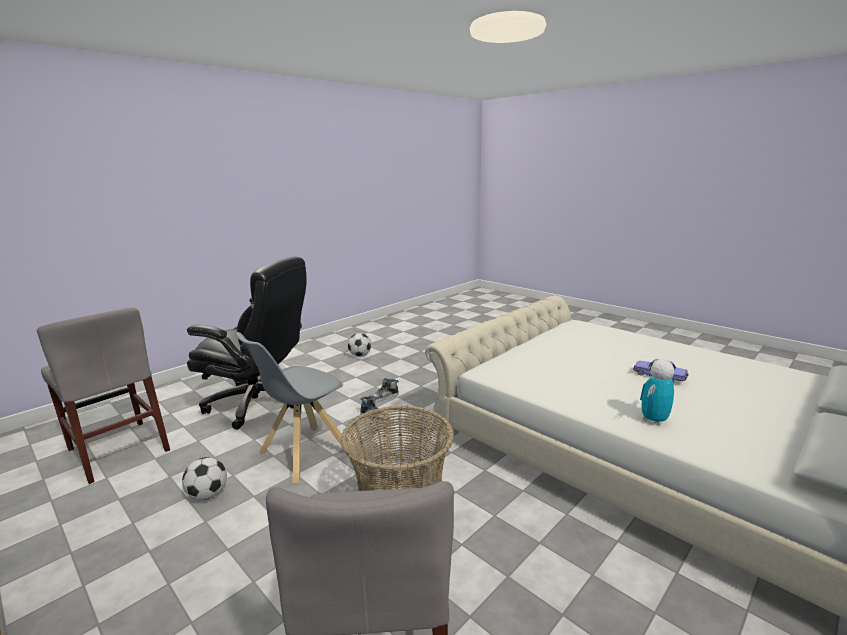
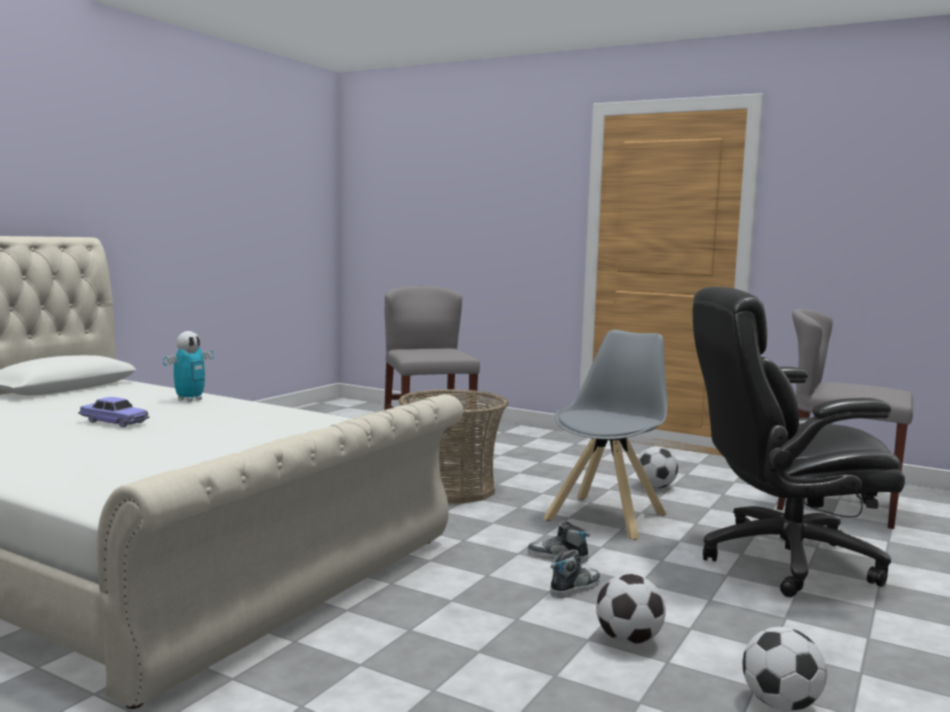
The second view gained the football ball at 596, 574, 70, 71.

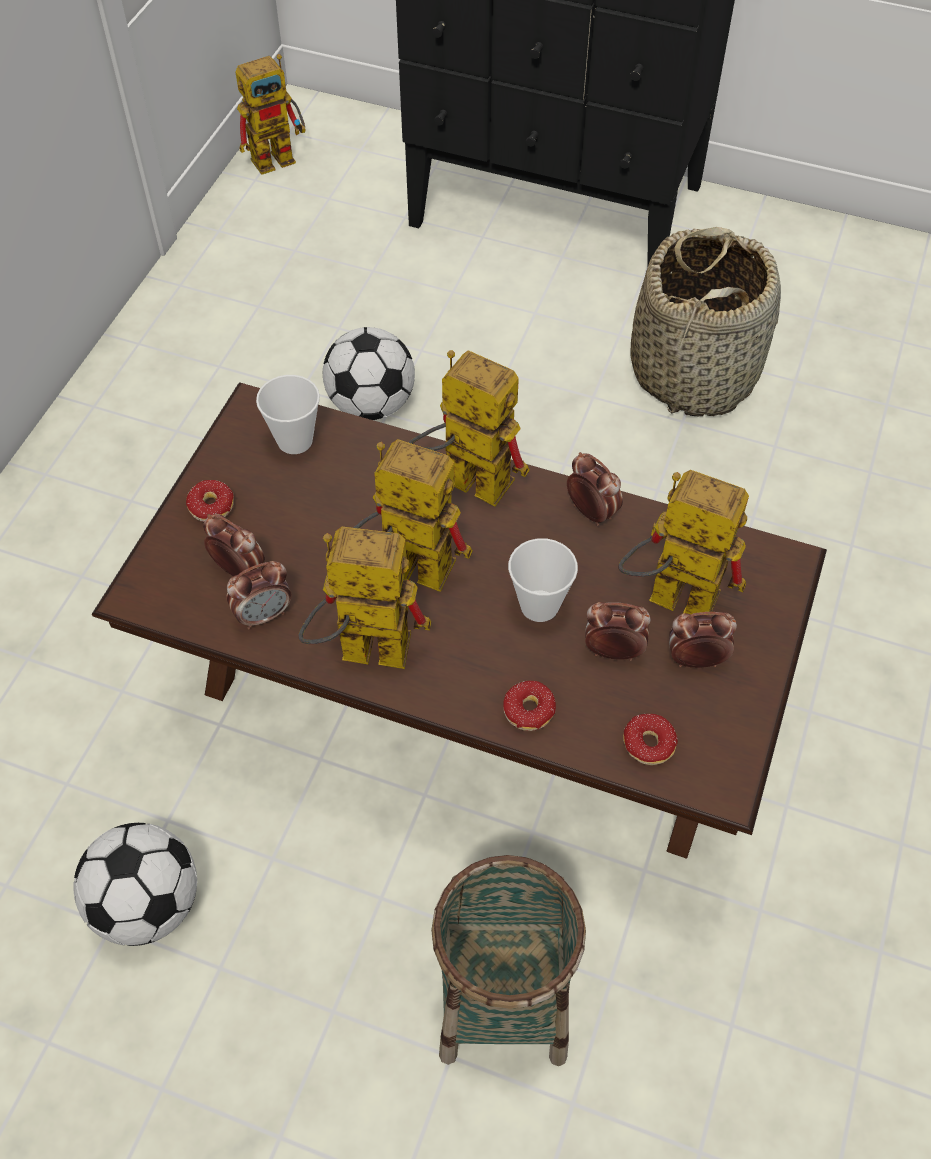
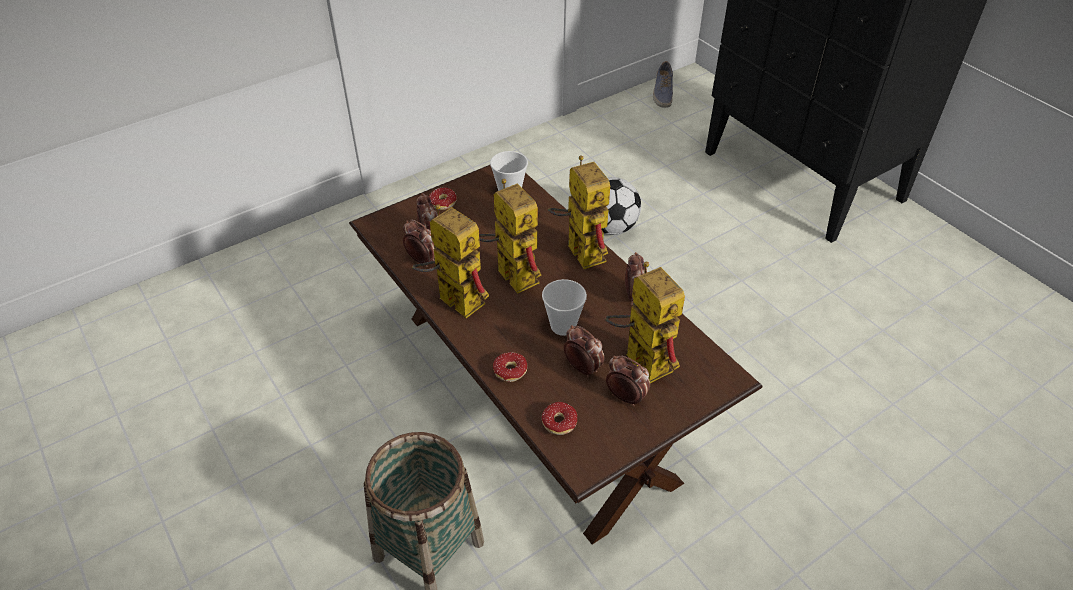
The alarm clock at 227, 561, 65, 68 ended up facing another way, 150 degrees counterclockwise from before.
Where the robot figure stood at 235, 54, 70, 121, the low shoe came to stand at 653, 61, 20, 47.
The second view lost the football ball at 73, 823, 124, 123.
The second view lost the basket at 631, 227, 150, 190.

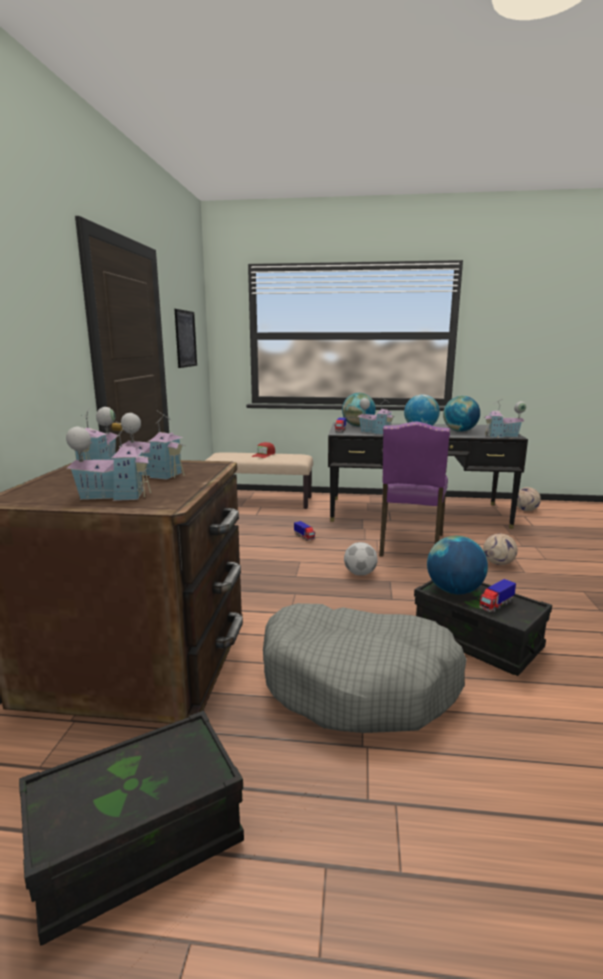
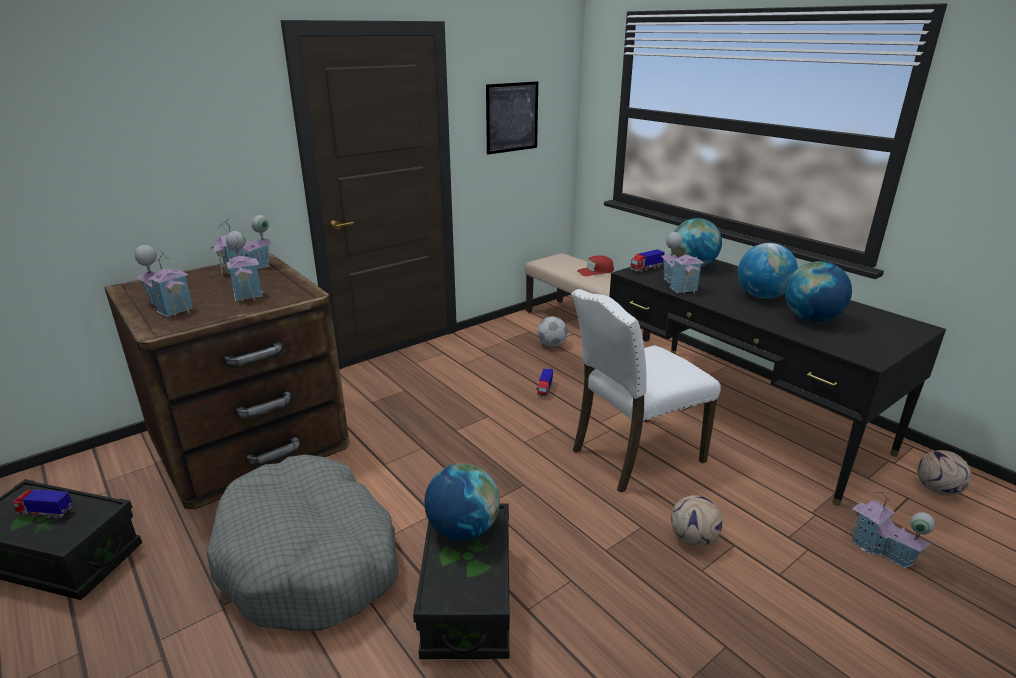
The toy lorry ended up elsewhere, having gone from 480, 579, 36, 34 to 13, 489, 60, 30.
The football ball ended up elsewhere, having gone from 344, 542, 34, 34 to 537, 316, 31, 31.
What was the purplish upright chair at 379, 422, 71, 135 turned into the whitish upright chair at 571, 289, 150, 204.
The miniature house ended up elsewhere, having gone from 484, 399, 42, 39 to 848, 489, 87, 80.

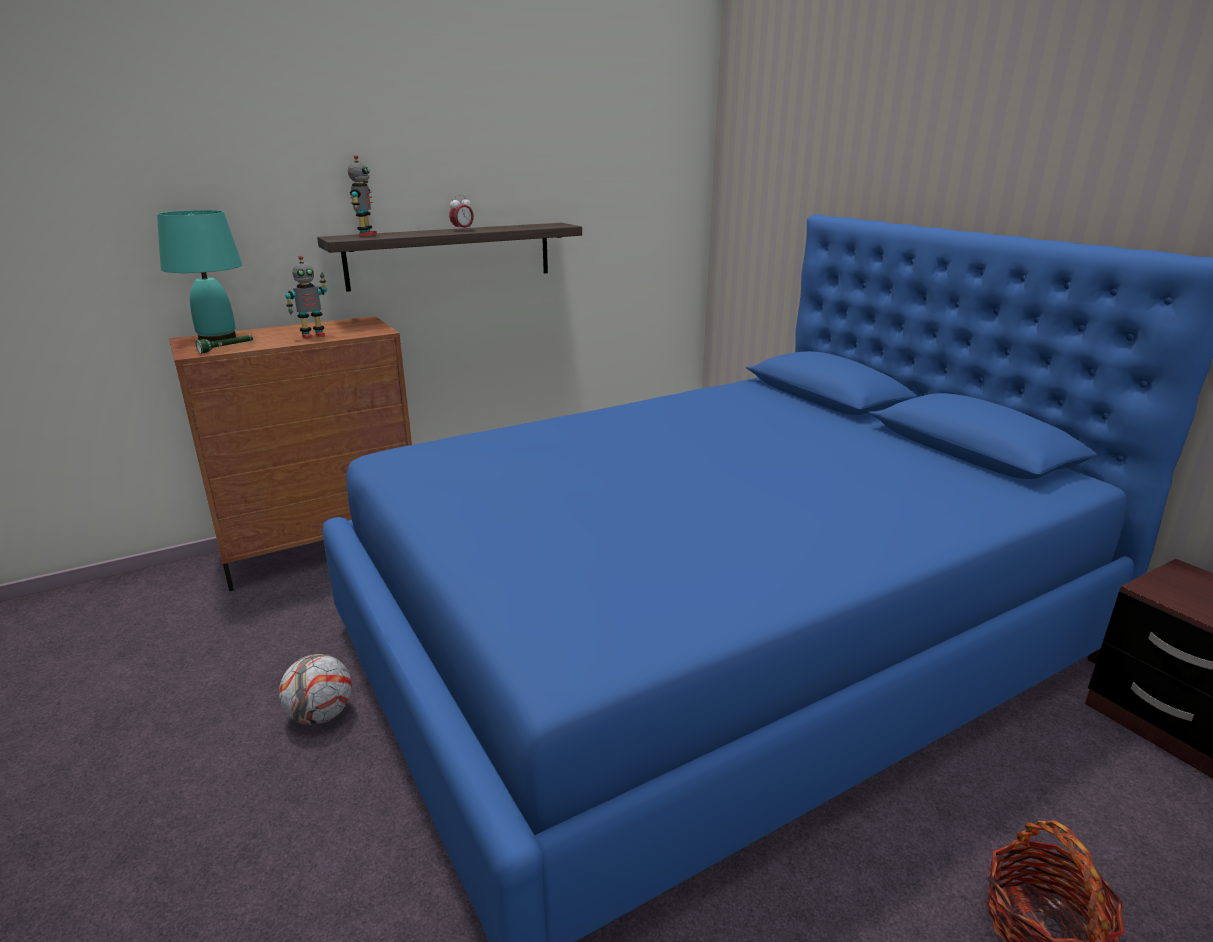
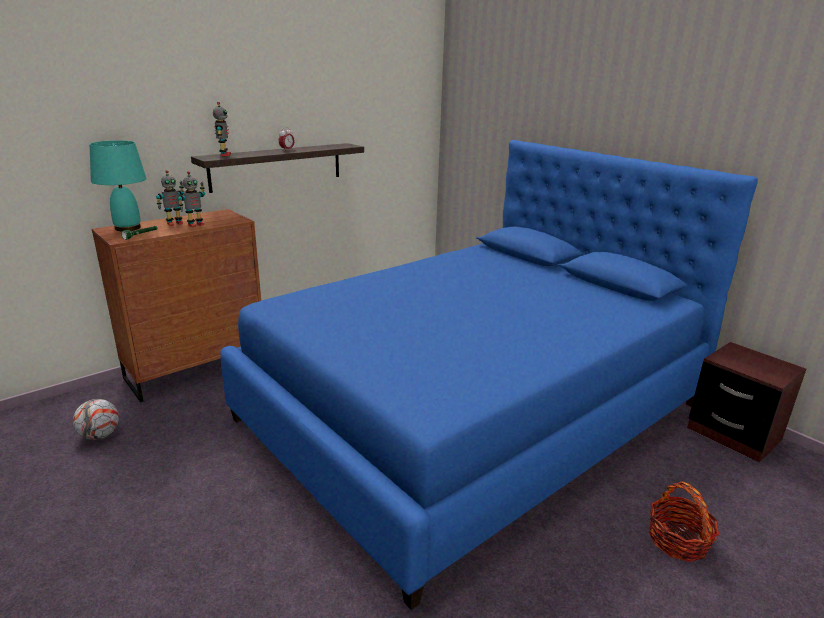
The football ball ended up elsewhere, having gone from 279, 654, 73, 71 to 73, 399, 46, 41.
The second view gained the robot figure at 156, 170, 28, 56.

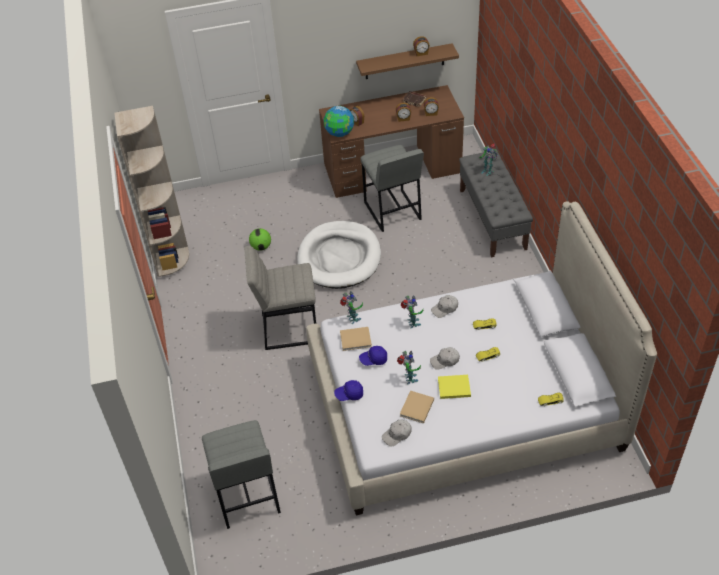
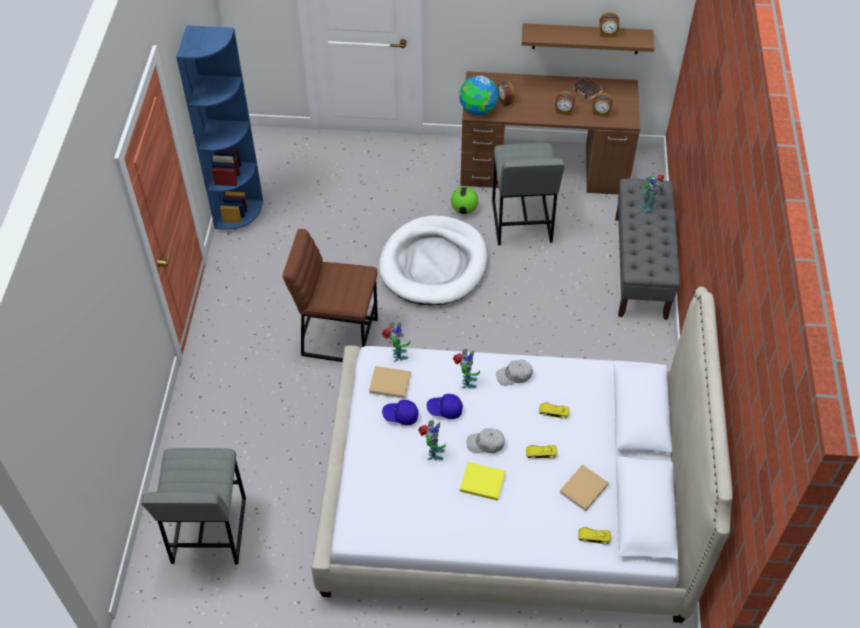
What was the beige-coloured bookcase at 114, 106, 75, 171 turned into the blue bookcase at 176, 25, 87, 205.
What was the greyish upright chair at 244, 246, 72, 104 turned into the brownish upright chair at 283, 229, 95, 133.
The blue baseball cap ended up elsewhere, having gone from 334, 380, 29, 21 to 427, 394, 36, 25.
The football ball ended up elsewhere, having gone from 249, 228, 22, 23 to 451, 187, 27, 27.
The beige-coloured book ended up elsewhere, having gone from 400, 390, 34, 34 to 559, 464, 50, 48.
The second view lost the whitish baseball cap at 382, 419, 30, 28.

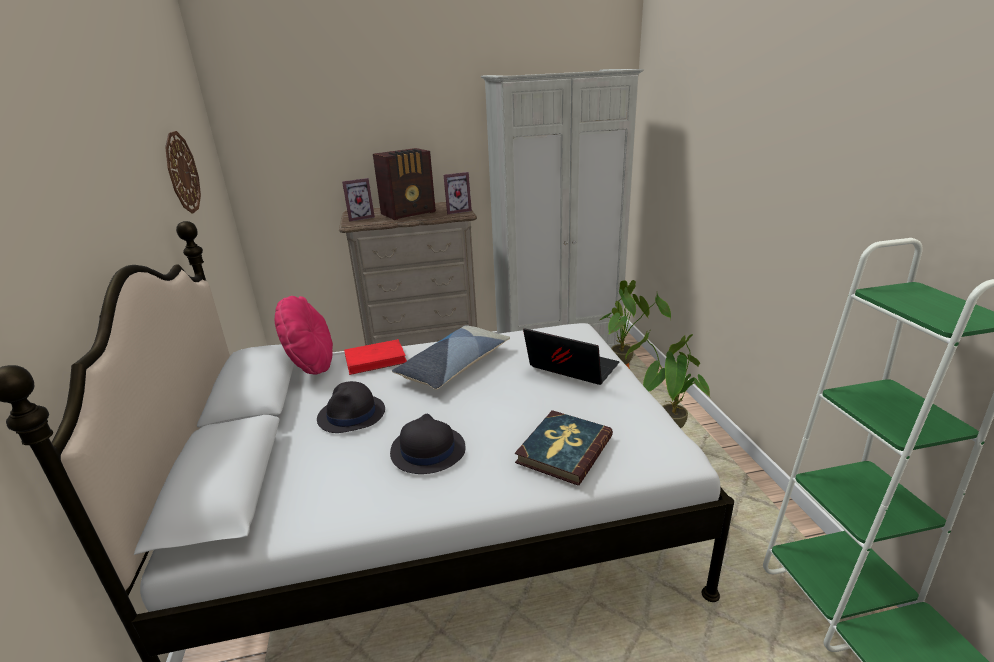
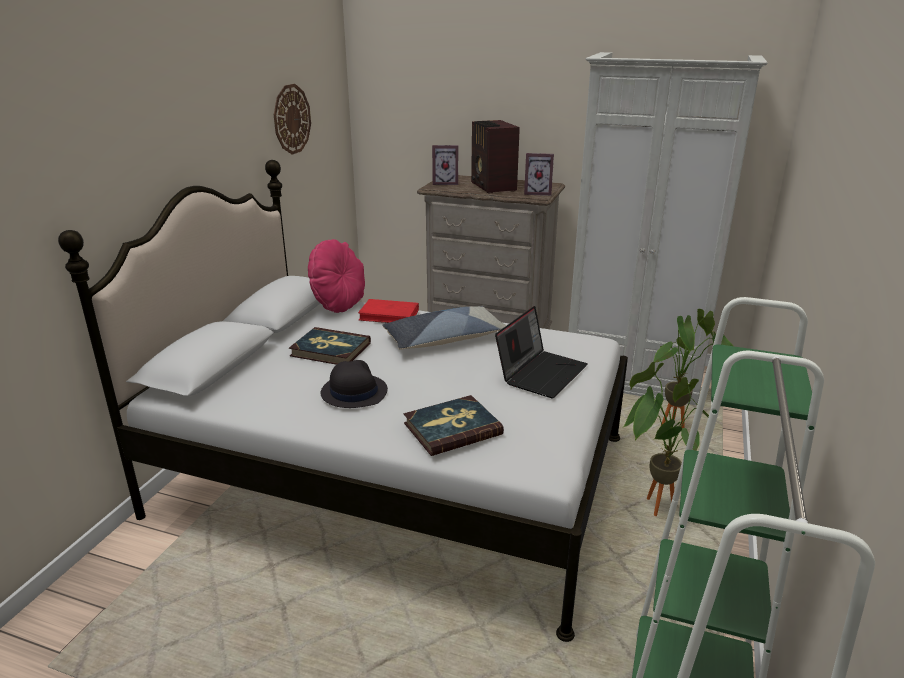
Where the black clothing hat stood at 317, 381, 68, 52, the book came to stand at 289, 327, 82, 38.
The radio at 373, 148, 63, 72 ended up facing another way, 75 degrees clockwise from before.
The laptop at 523, 328, 96, 57 ended up facing another way, 60 degrees clockwise from before.

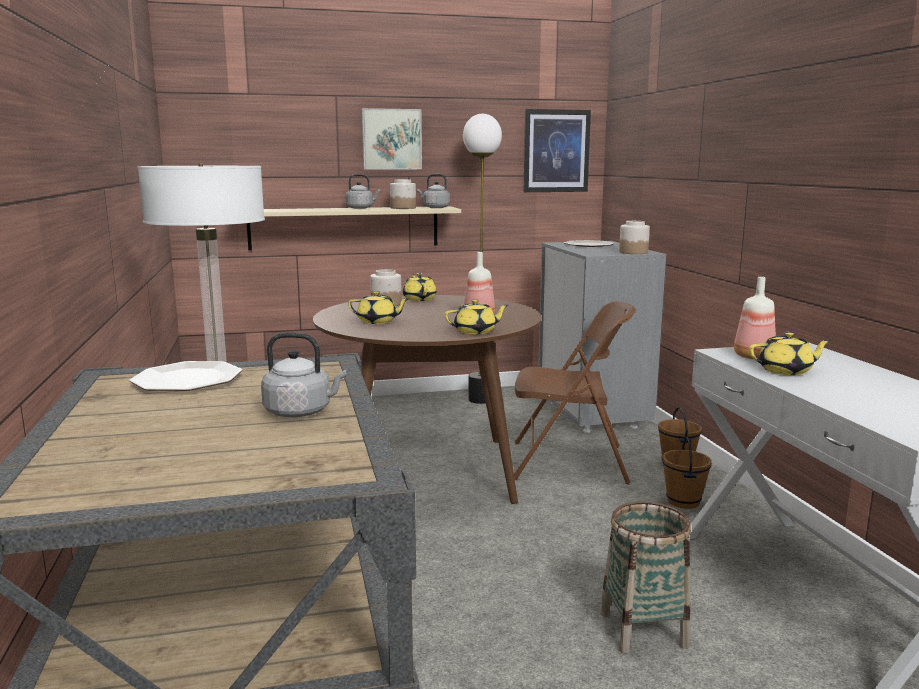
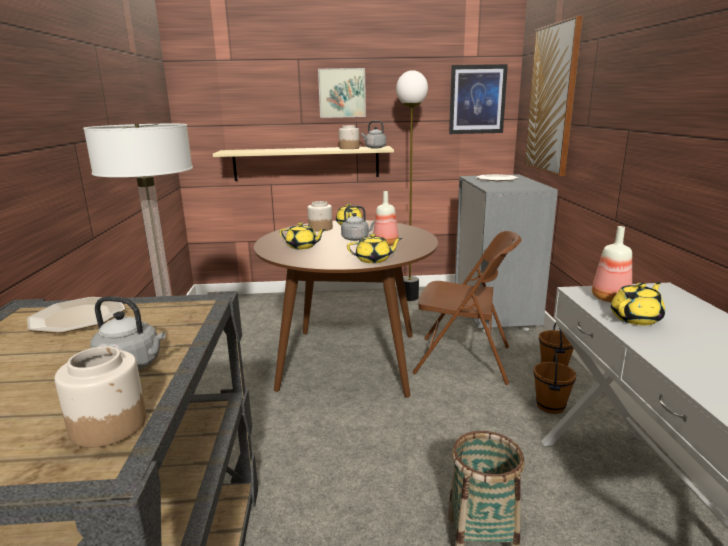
The jar ended up elsewhere, having gone from 619, 221, 31, 33 to 54, 346, 92, 102.
The greyish water kettle ended up elsewhere, having gone from 346, 174, 35, 35 to 341, 205, 34, 36.
The second view gained the wall picture at 524, 16, 59, 160.
The yellow tea pot at 749, 332, 82, 43 ended up facing another way, 45 degrees counterclockwise from before.

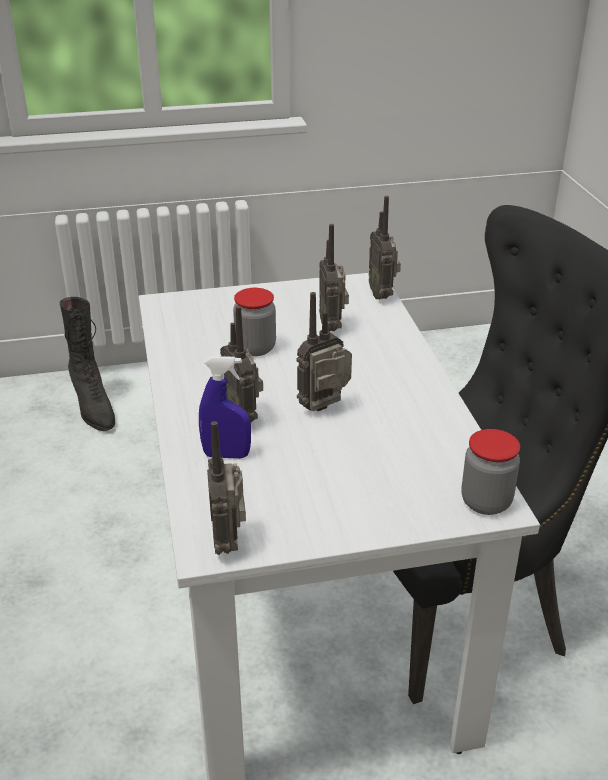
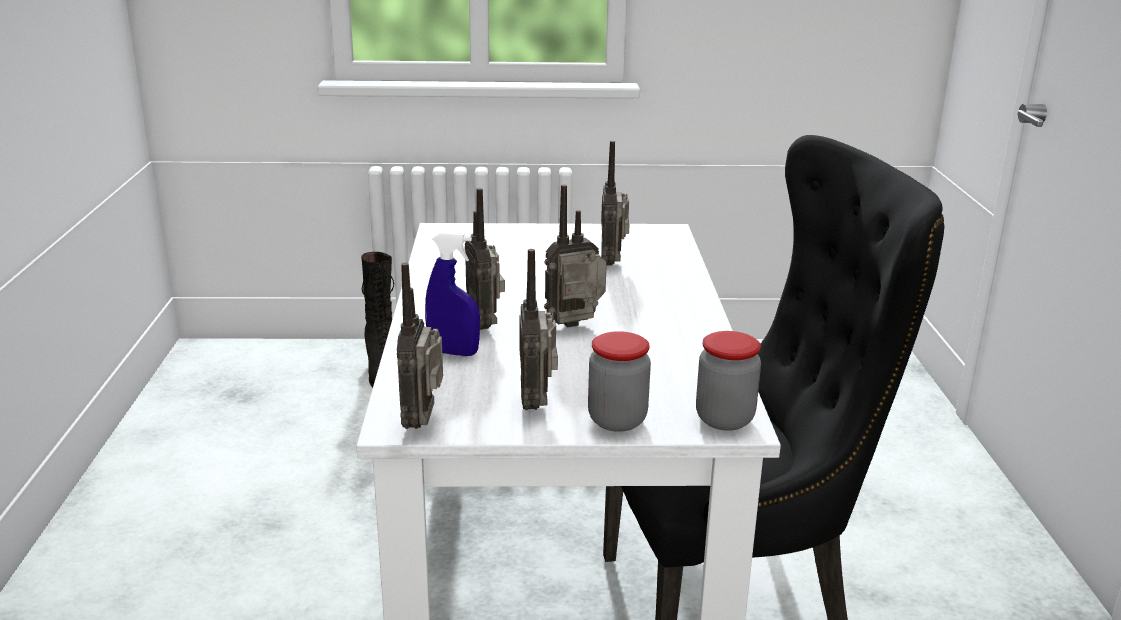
The radio ended up elsewhere, having gone from 369, 196, 32, 104 to 519, 249, 39, 161.
The jar ended up elsewhere, having gone from 233, 288, 43, 68 to 588, 331, 63, 101.

